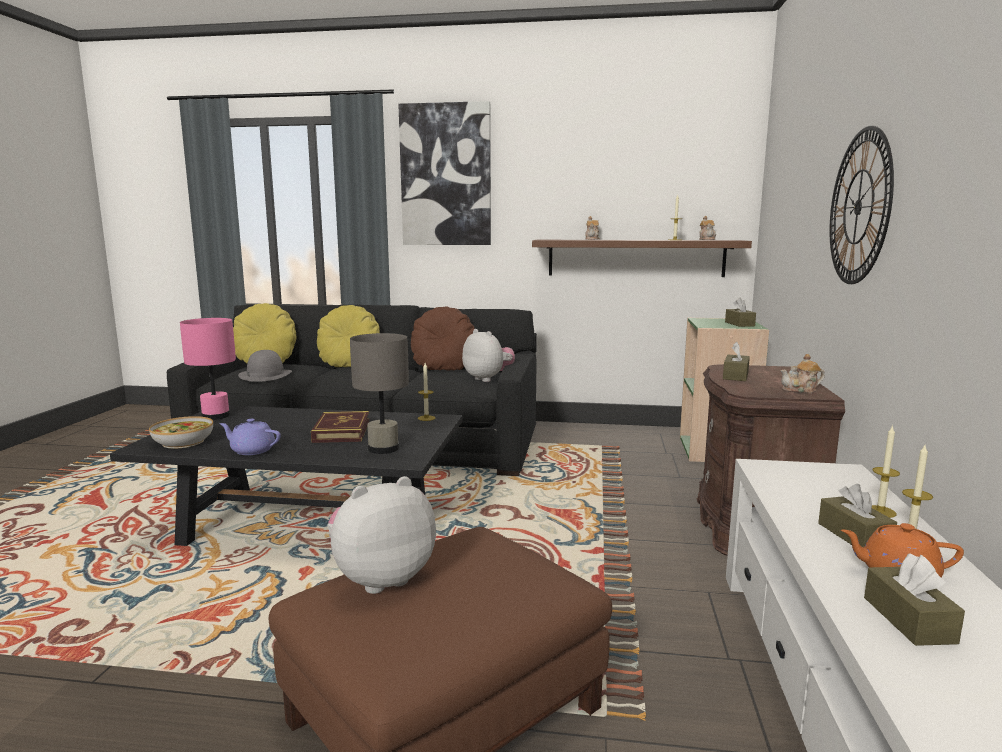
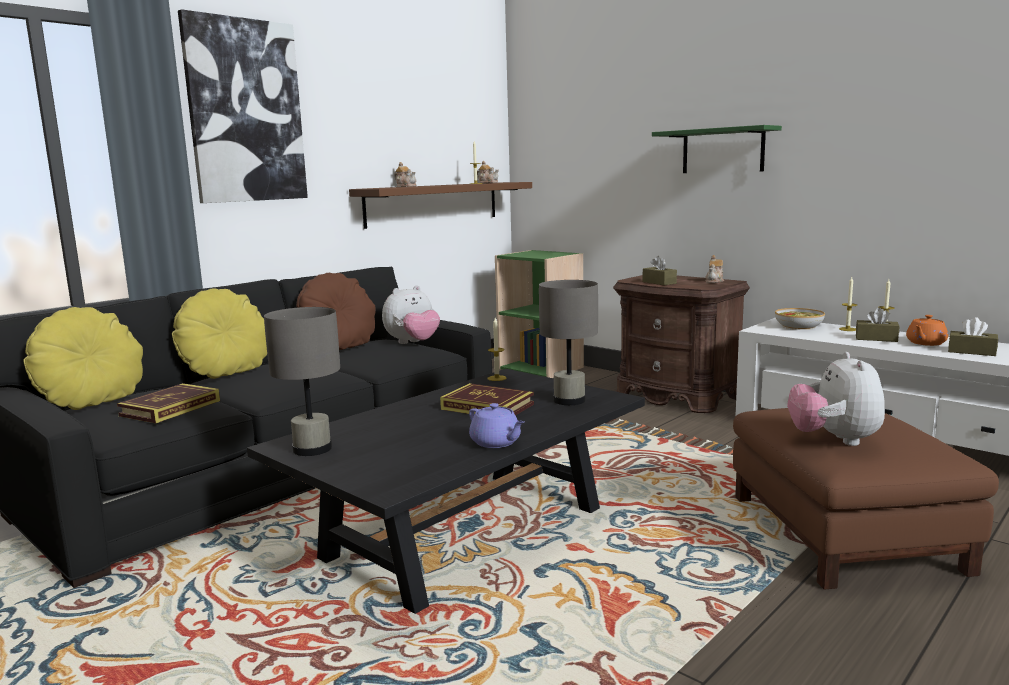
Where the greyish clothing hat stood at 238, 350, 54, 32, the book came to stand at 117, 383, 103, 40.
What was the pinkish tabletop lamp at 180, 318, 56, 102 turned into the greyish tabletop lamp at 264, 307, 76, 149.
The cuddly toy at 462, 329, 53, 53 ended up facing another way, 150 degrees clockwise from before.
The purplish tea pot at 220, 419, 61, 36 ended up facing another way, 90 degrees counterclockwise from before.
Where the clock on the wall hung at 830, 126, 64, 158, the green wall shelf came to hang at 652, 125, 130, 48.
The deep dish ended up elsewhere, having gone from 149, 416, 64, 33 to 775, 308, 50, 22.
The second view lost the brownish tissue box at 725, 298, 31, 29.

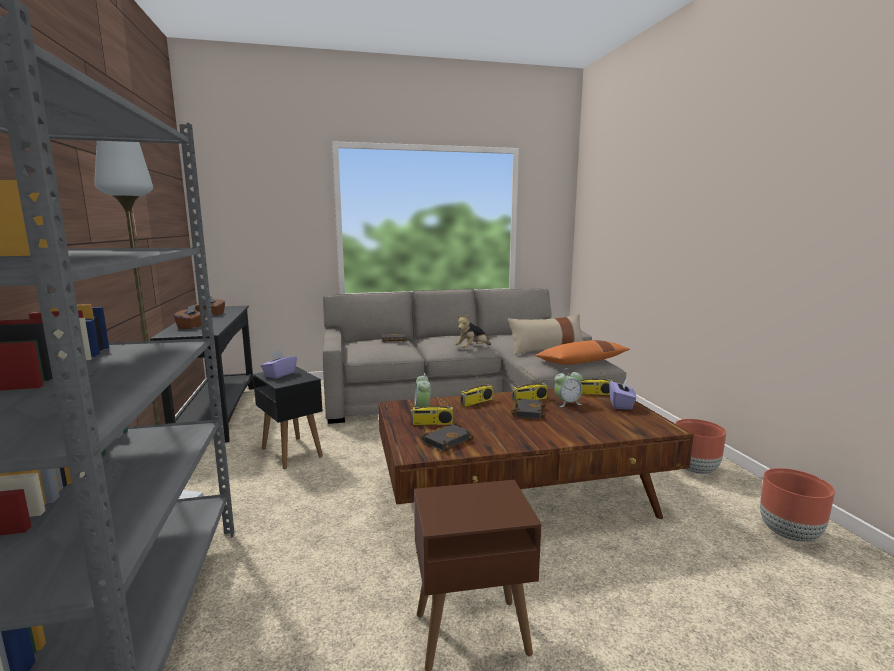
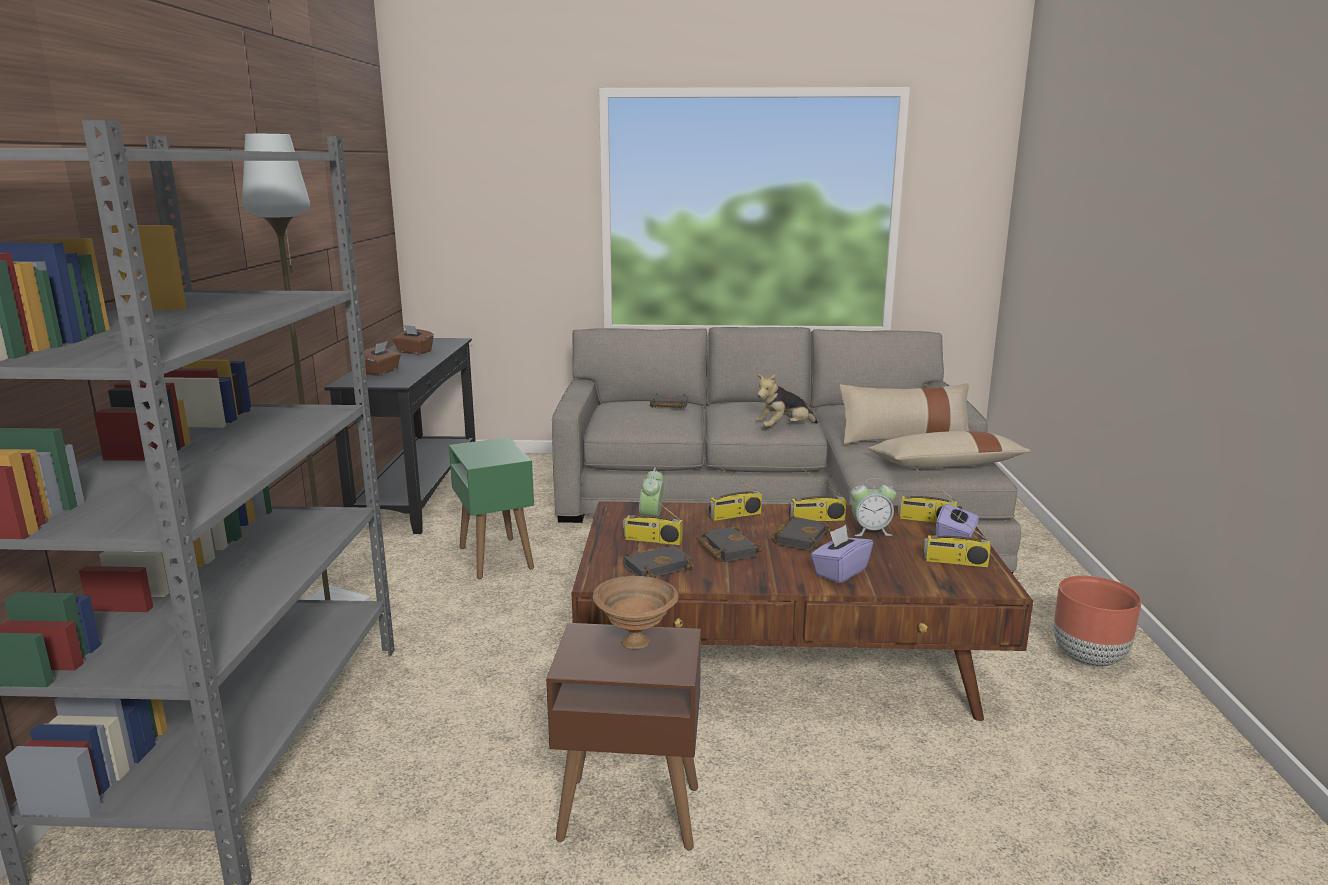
What was the black accent table at 253, 366, 70, 103 turned into the green accent table at 449, 437, 86, 142.
The second view gained the brownish deep dish at 593, 576, 86, 74.
The second view gained the black book at 696, 526, 67, 36.
The purplish tissue box ended up elsewhere, having gone from 261, 350, 36, 29 to 810, 525, 63, 58.
What was the orange-coloured throw pillow at 535, 340, 95, 25 turned into the beige-coloured throw pillow at 868, 431, 163, 37.
The second view gained the radio at 923, 503, 68, 64.
The second view lost the brownish flower pot at 760, 468, 75, 74.

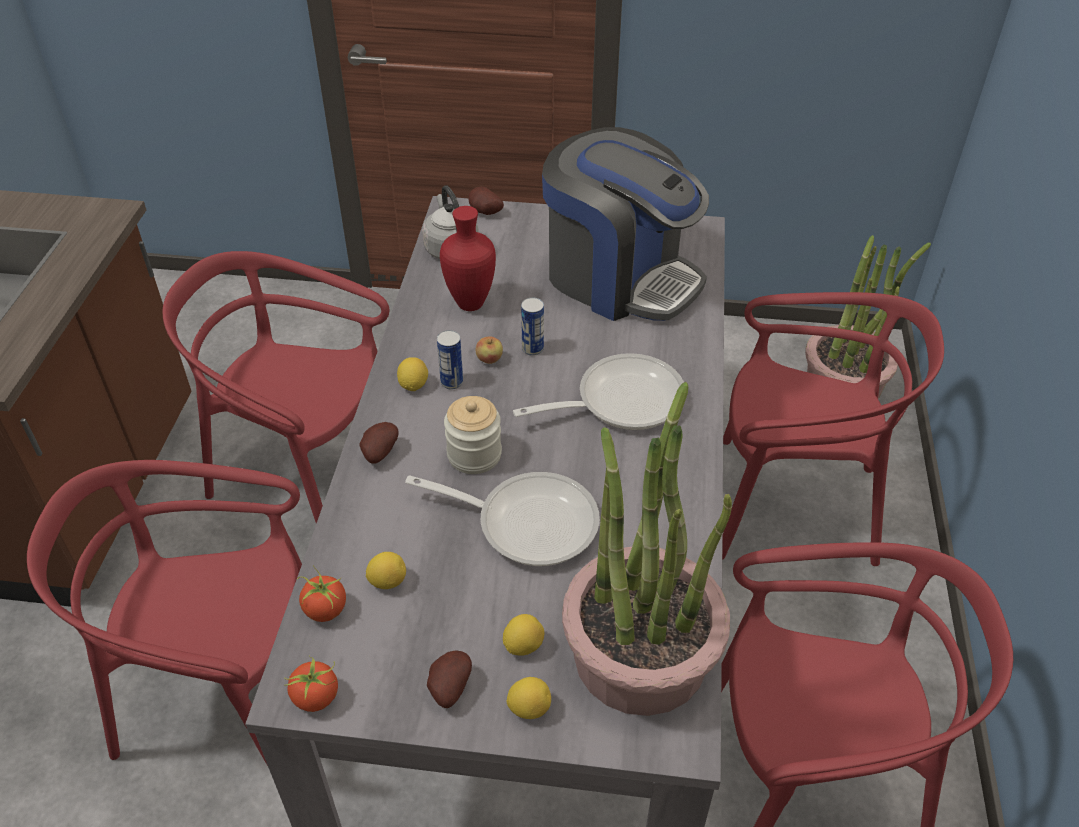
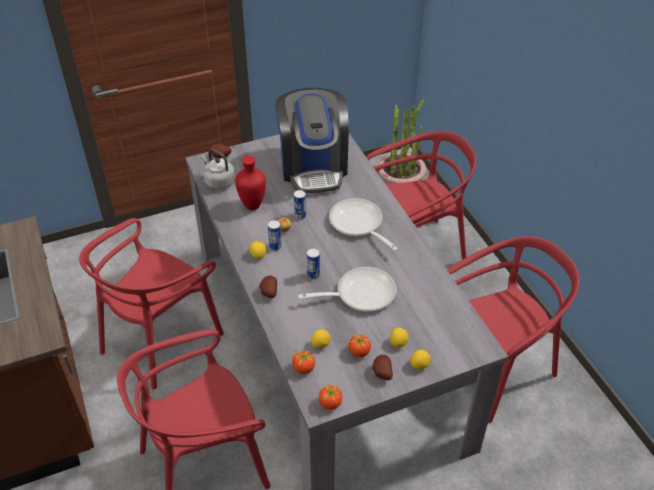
The red upright chair at 162, 251, 227, 272 ended up facing another way, 45 degrees counterclockwise from before.
The coffee brewer at 542, 127, 167, 194 ended up facing another way, 75 degrees clockwise from before.
Where the jar stood at 444, 396, 58, 78, the can came to stand at 307, 248, 13, 32.
The skillet at 513, 353, 171, 77 ended up facing another way, 75 degrees counterclockwise from before.
The second view gained the fresh tomato at 348, 333, 23, 24.
The second view lost the potted plant at 562, 382, 170, 334.

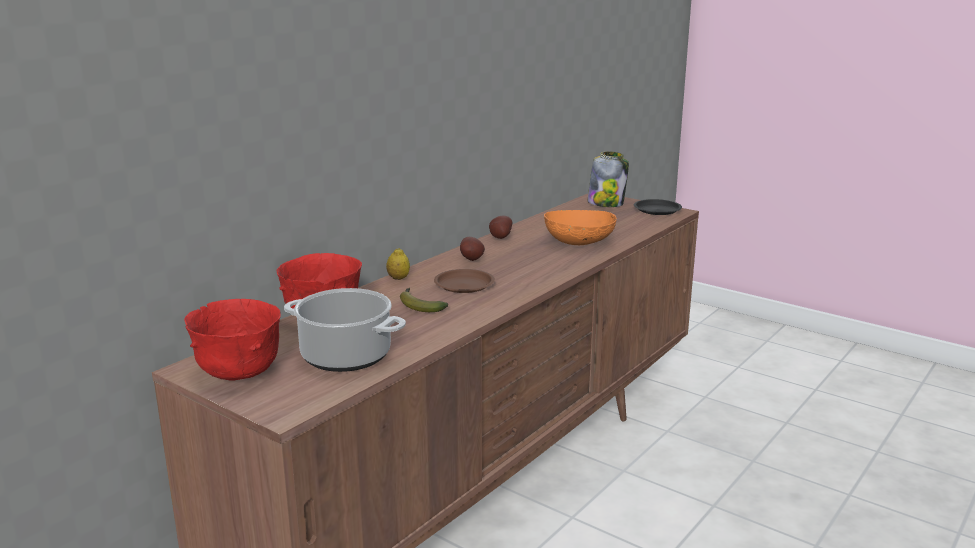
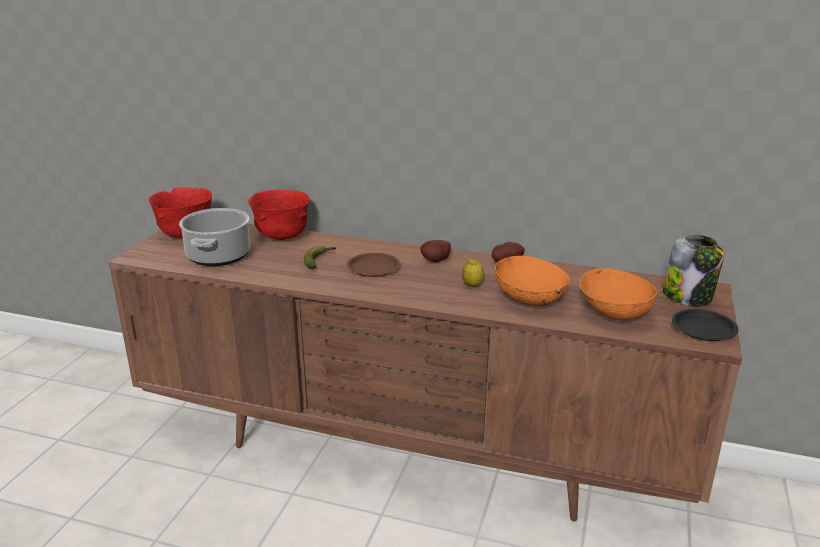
The citrus fruit ended up elsewhere, having gone from 386, 248, 24, 32 to 462, 258, 22, 29.
The second view gained the orange-coloured deep dish at 579, 268, 78, 53.

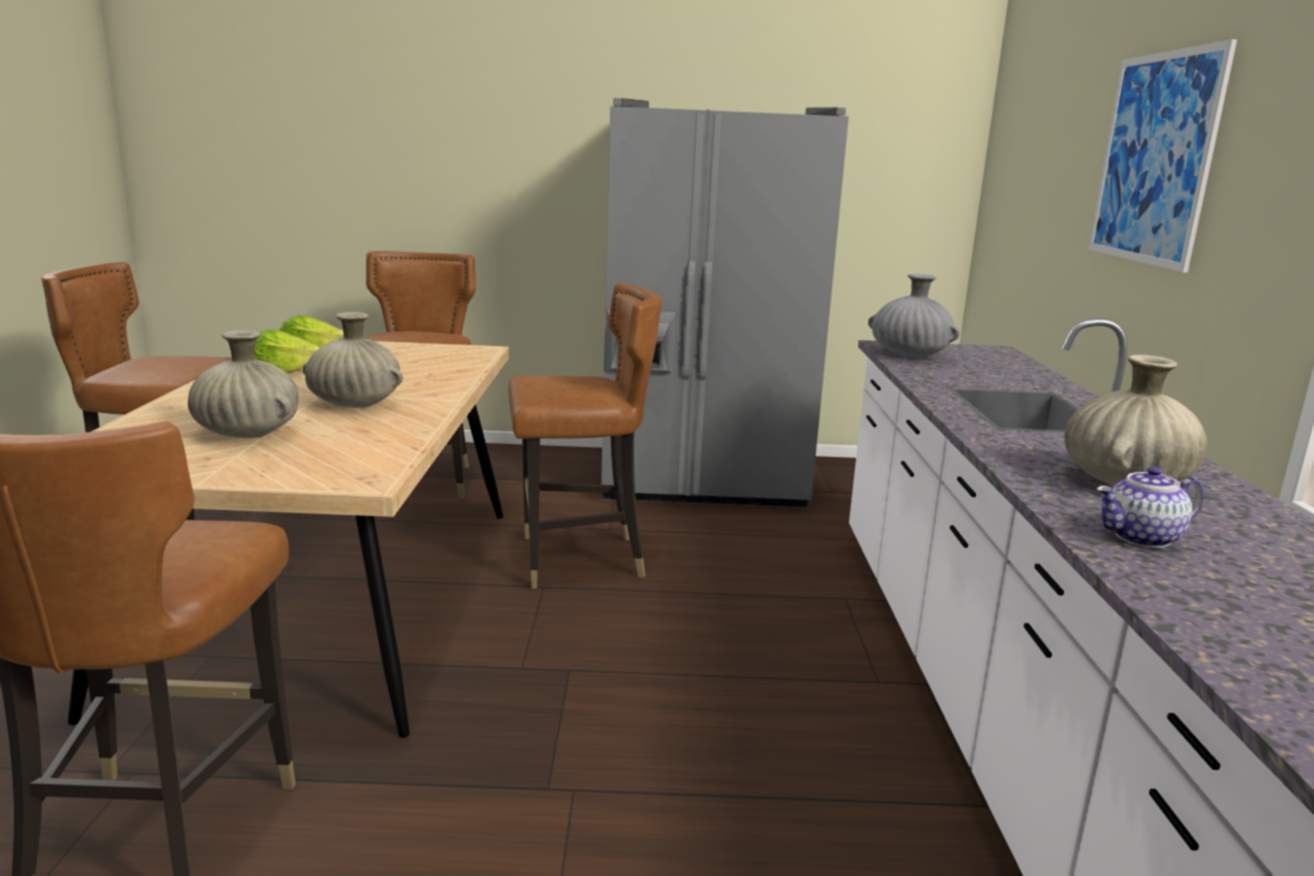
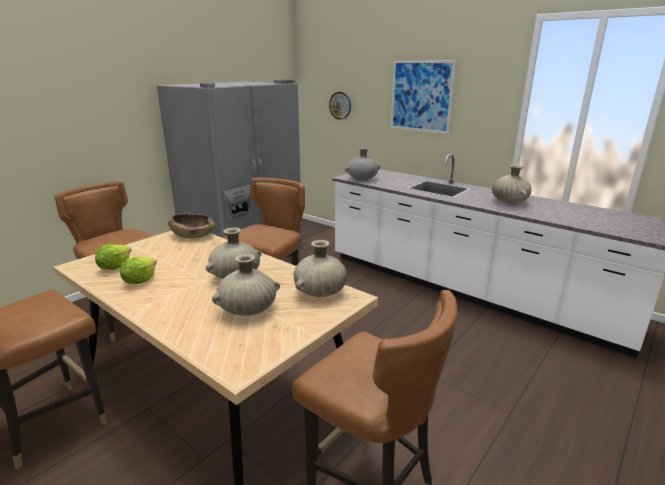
The second view gained the brownish deep dish at 168, 213, 47, 26.
The second view gained the beige-coloured flower vase at 294, 240, 53, 57.
The second view gained the clock on the wall at 329, 92, 22, 28.
The second view lost the tea pot at 1096, 466, 108, 82.

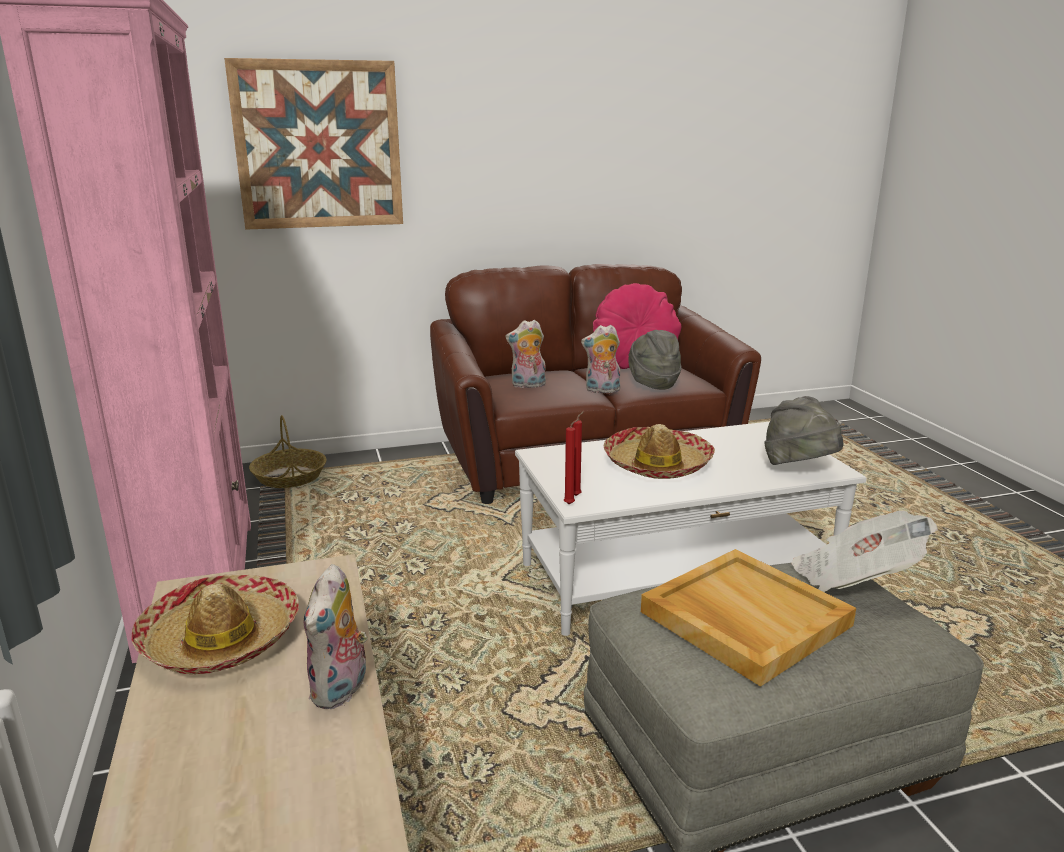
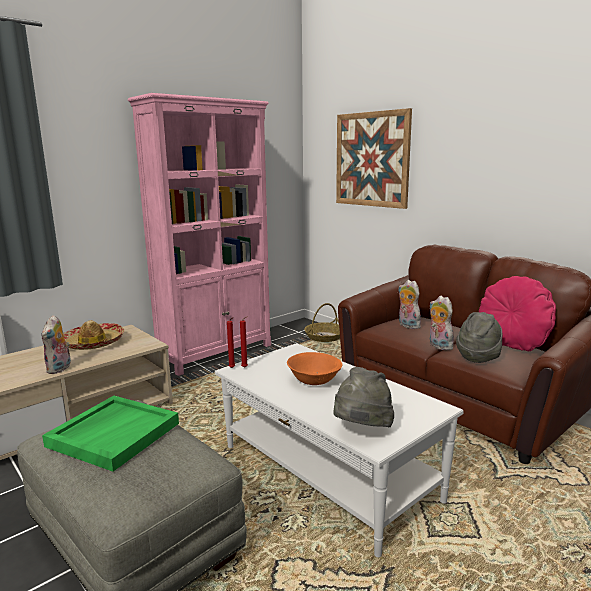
The cuddly toy at 303, 564, 65, 145 ended up facing another way, 75 degrees counterclockwise from before.
What was the beige-coloured carrying tray at 641, 549, 215, 138 turned into the green carrying tray at 42, 396, 137, 76.
Where the clothing hat stood at 604, 424, 111, 55, the orange-coloured deep dish came to stand at 287, 352, 55, 33.
The second view lost the newspaper at 791, 510, 147, 82.

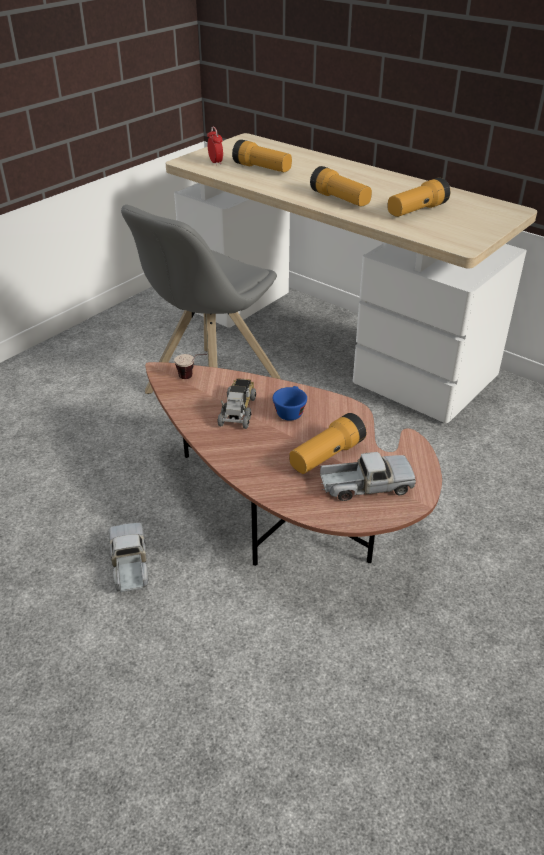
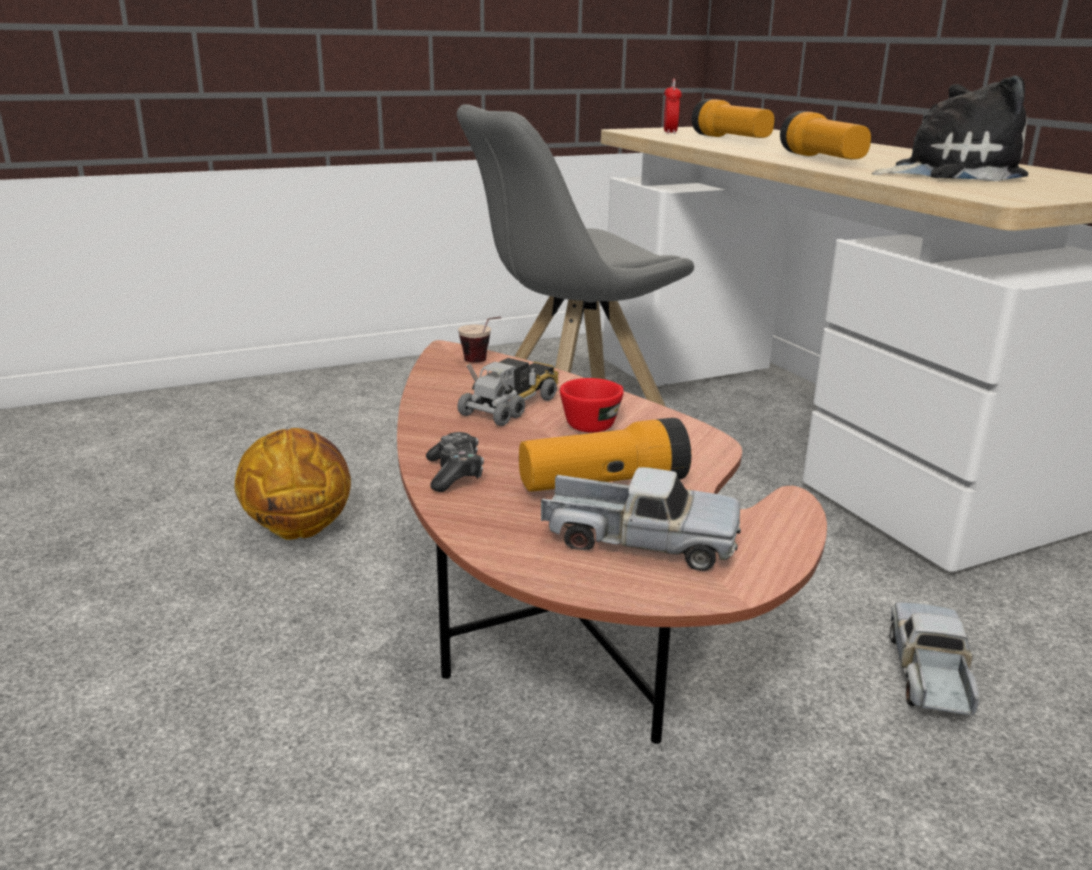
The second view gained the ball for basketball at 235, 428, 116, 112.
The second view gained the game controller at 426, 432, 58, 60.
What was the blue small cup at 273, 386, 34, 34 turned into the red small cup at 560, 378, 64, 54.
Where the hand torch stood at 387, 178, 63, 39, the cuddly toy came to stand at 872, 75, 156, 106.
The toy lorry ended up elsewhere, having gone from 109, 523, 39, 71 to 890, 602, 89, 119.

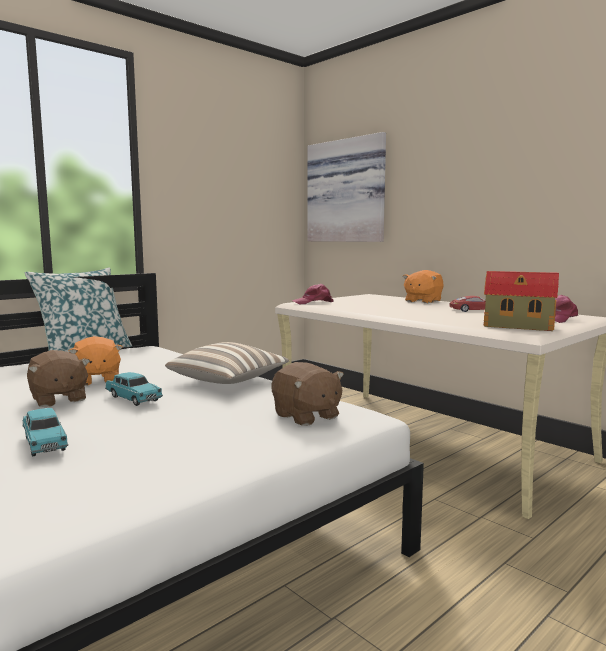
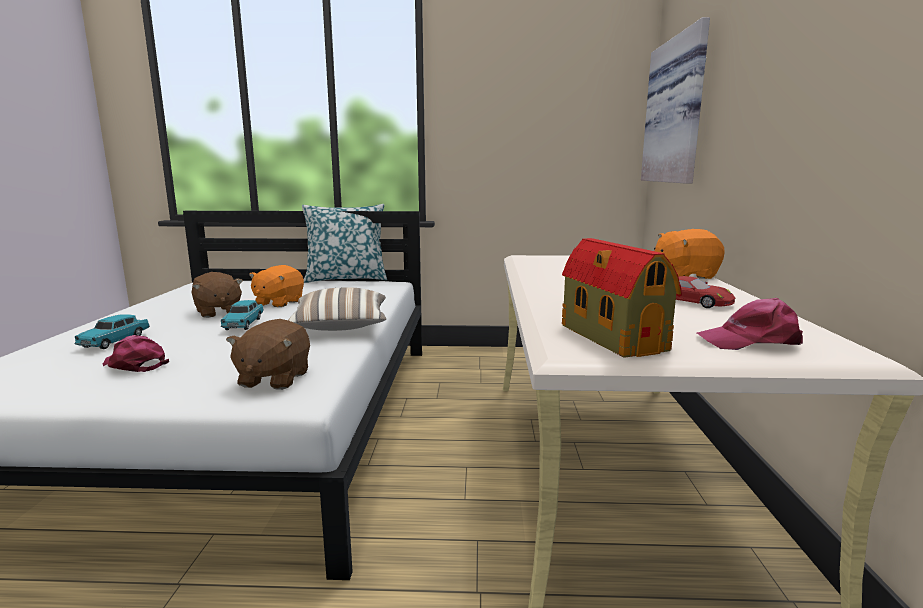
The pinkish baseball cap ended up elsewhere, having gone from 292, 284, 41, 20 to 103, 335, 66, 37.
The brownish cuddly toy at 27, 350, 63, 57 ended up facing another way, 45 degrees counterclockwise from before.

